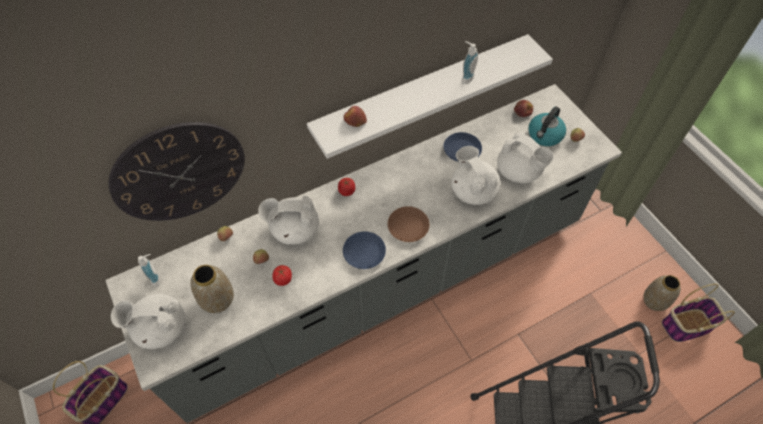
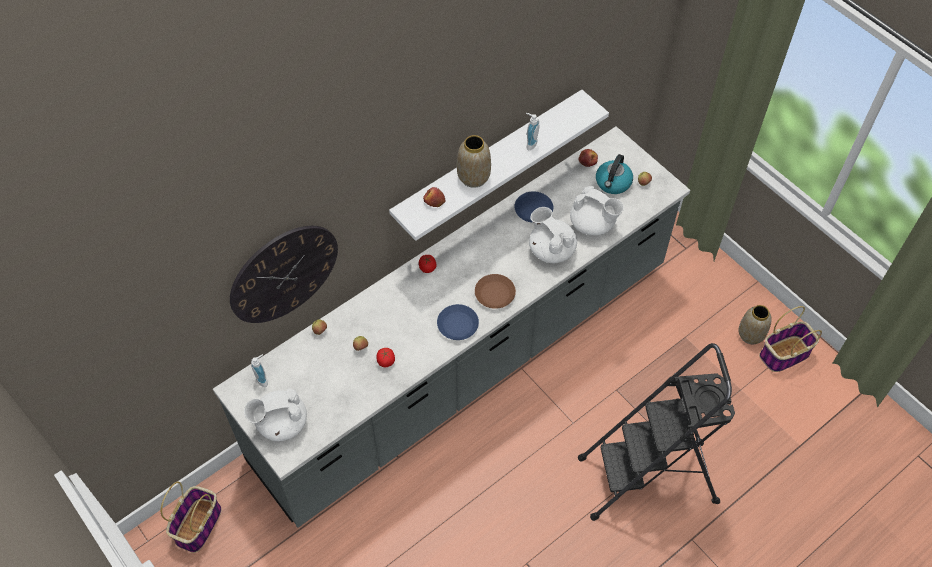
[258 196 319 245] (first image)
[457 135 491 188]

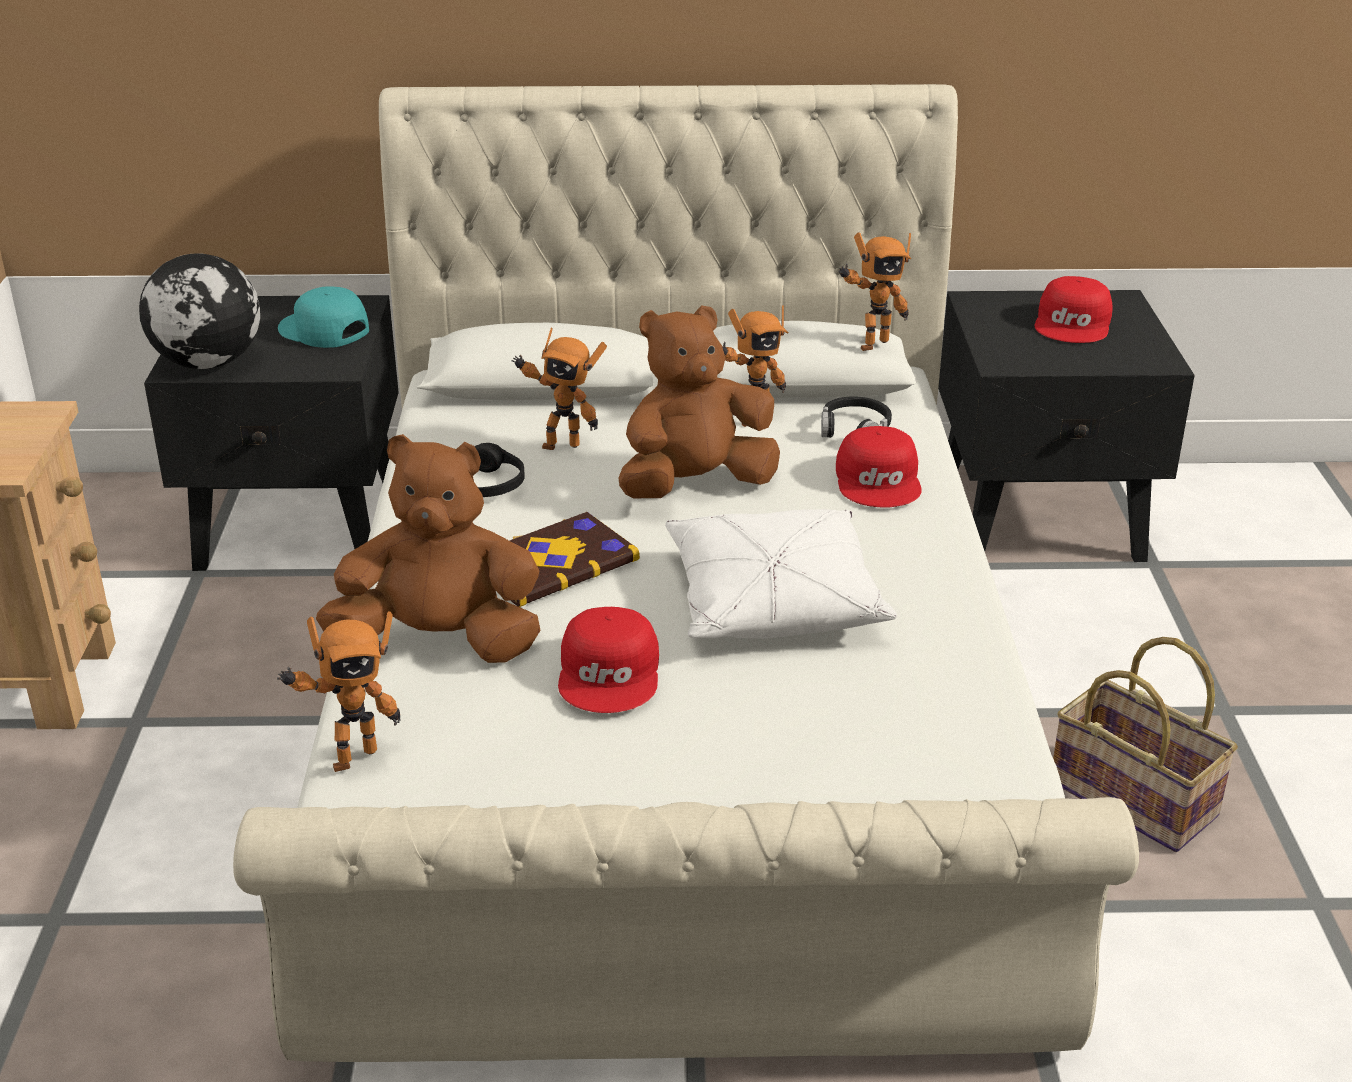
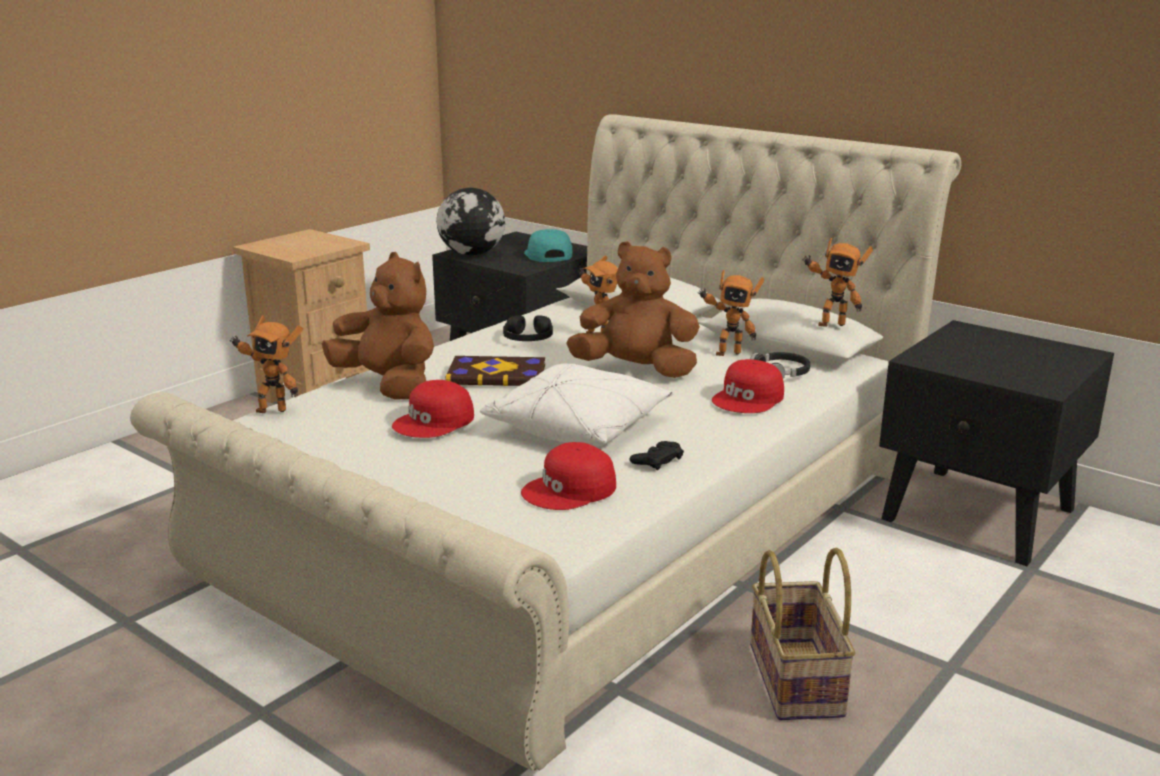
[521 442 616 510]
[629 441 684 470]

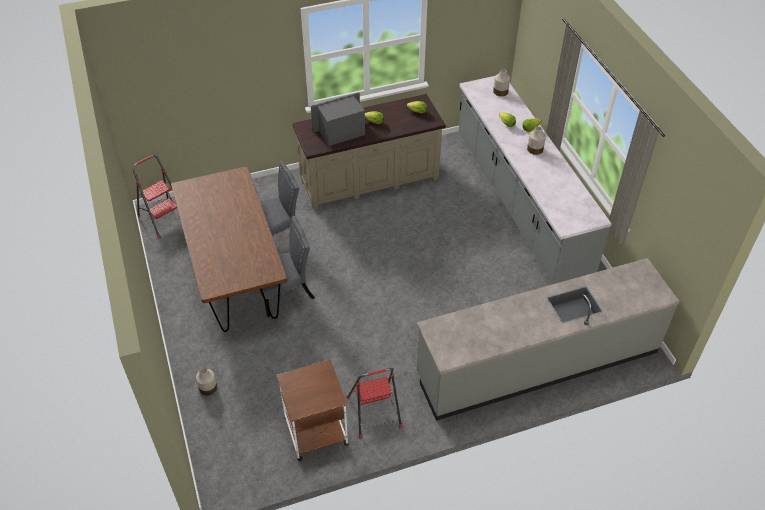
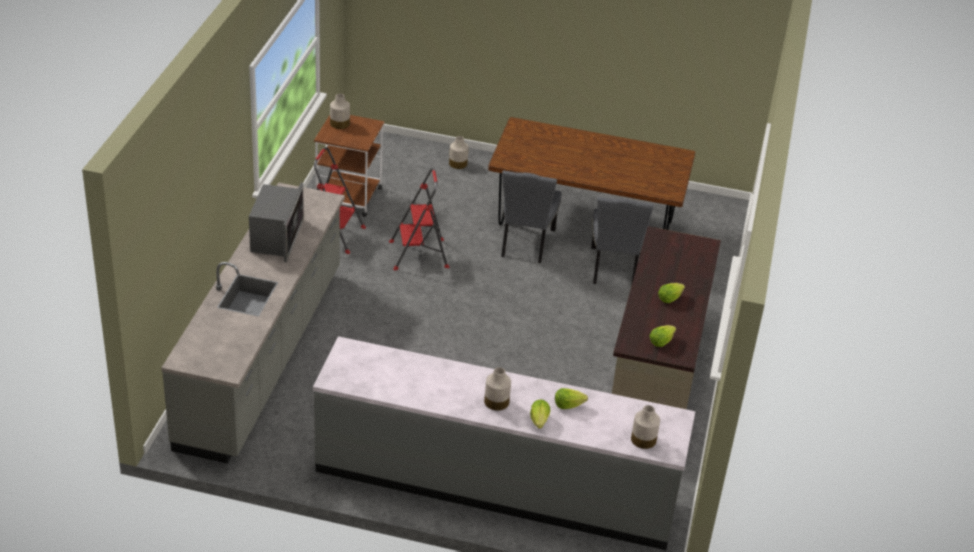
[249 183 304 262]
[389 168 449 270]
[330 94 350 129]

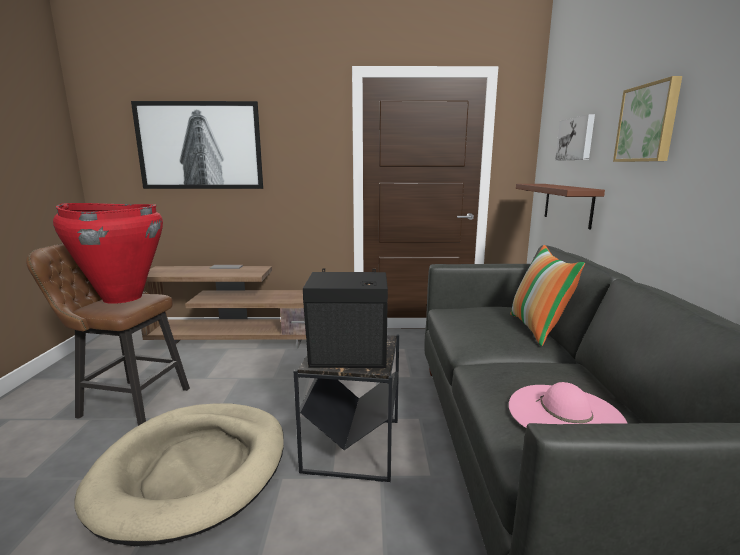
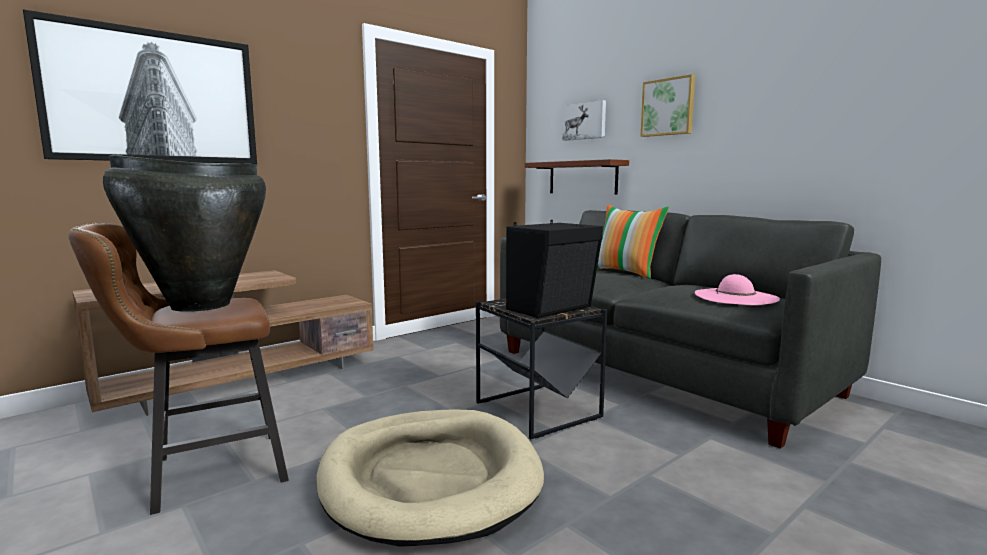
[103 154 266 312]

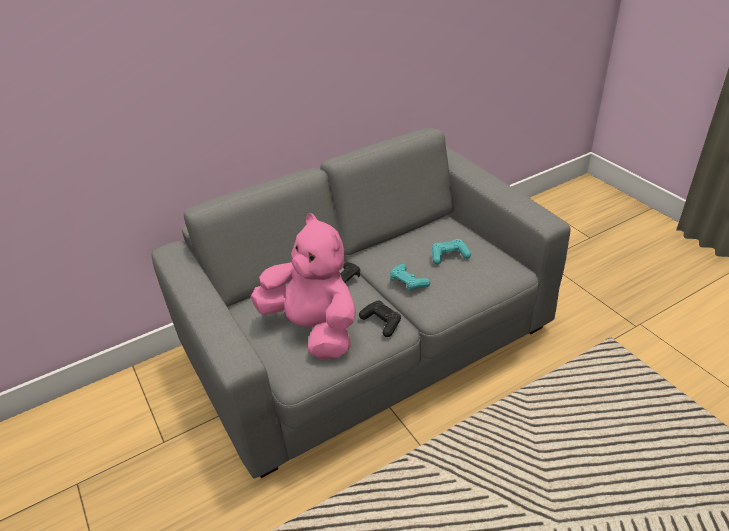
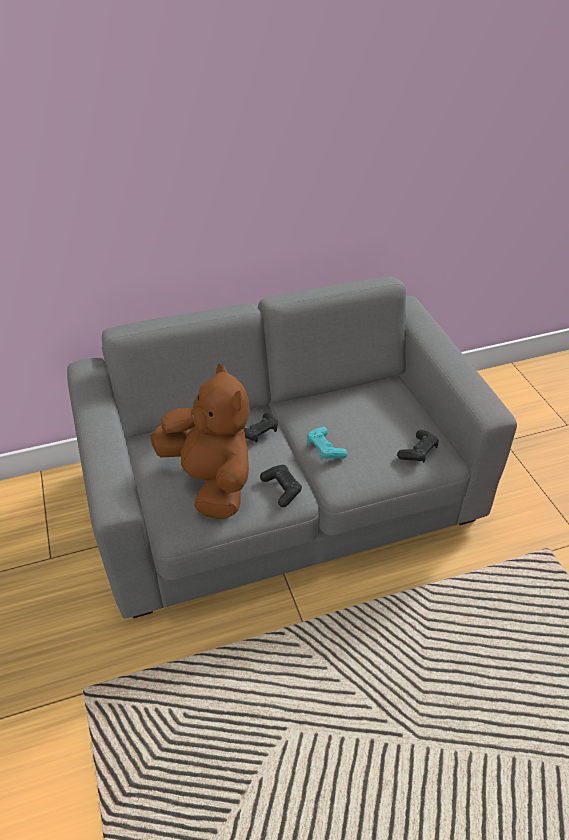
[150 364 250 519]
[432 239 471 265] (first image)
[397 430 439 463]

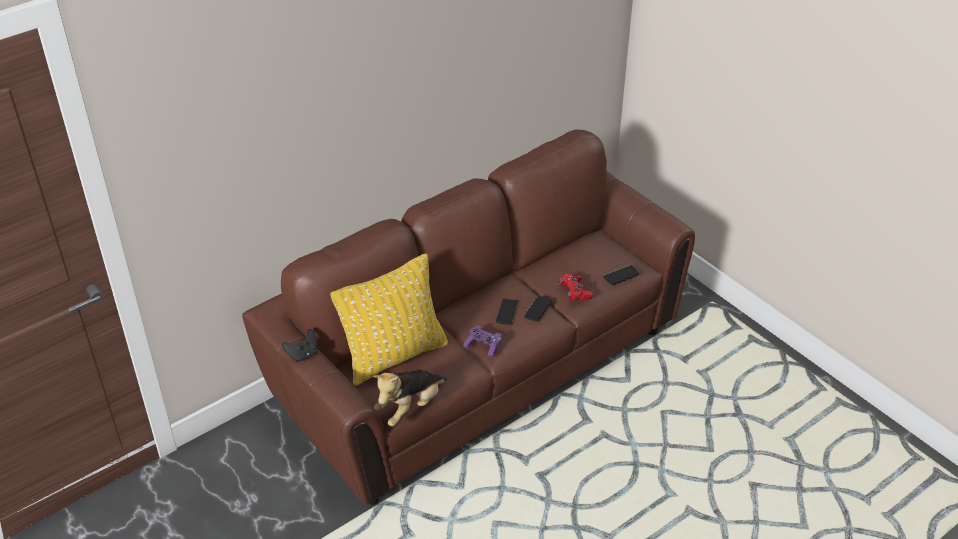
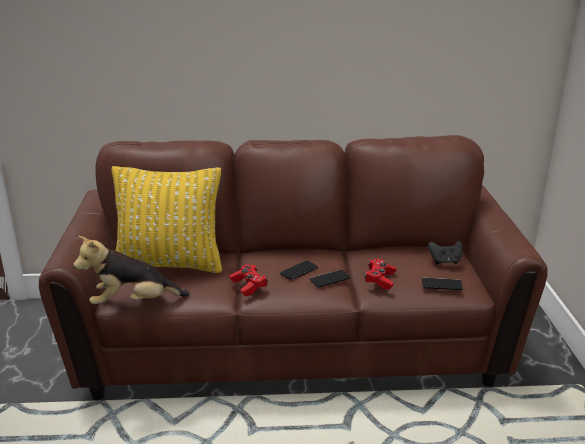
[229 264 268 296]
[428 241 463 265]

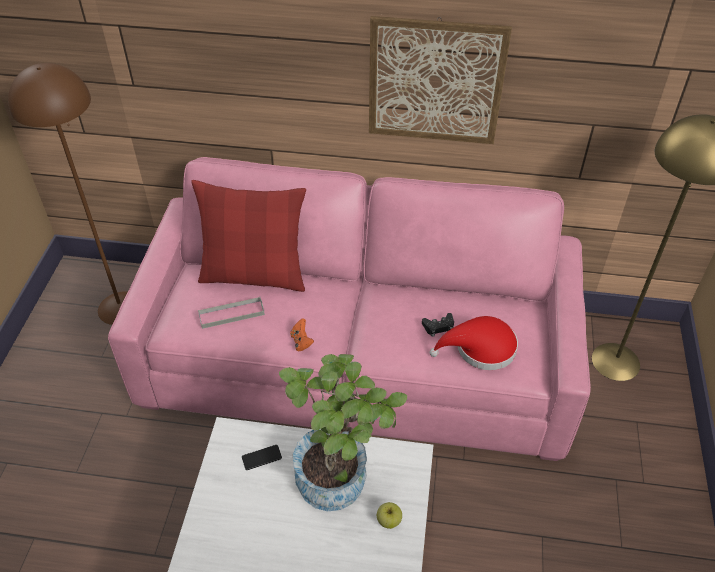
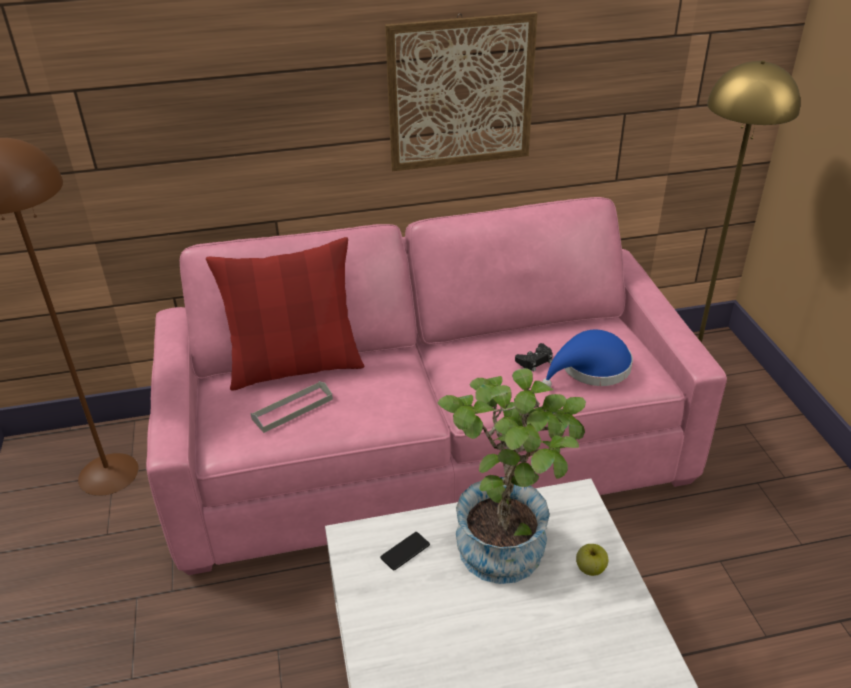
[542 330 633 387]
[290 319 314 351] (first image)

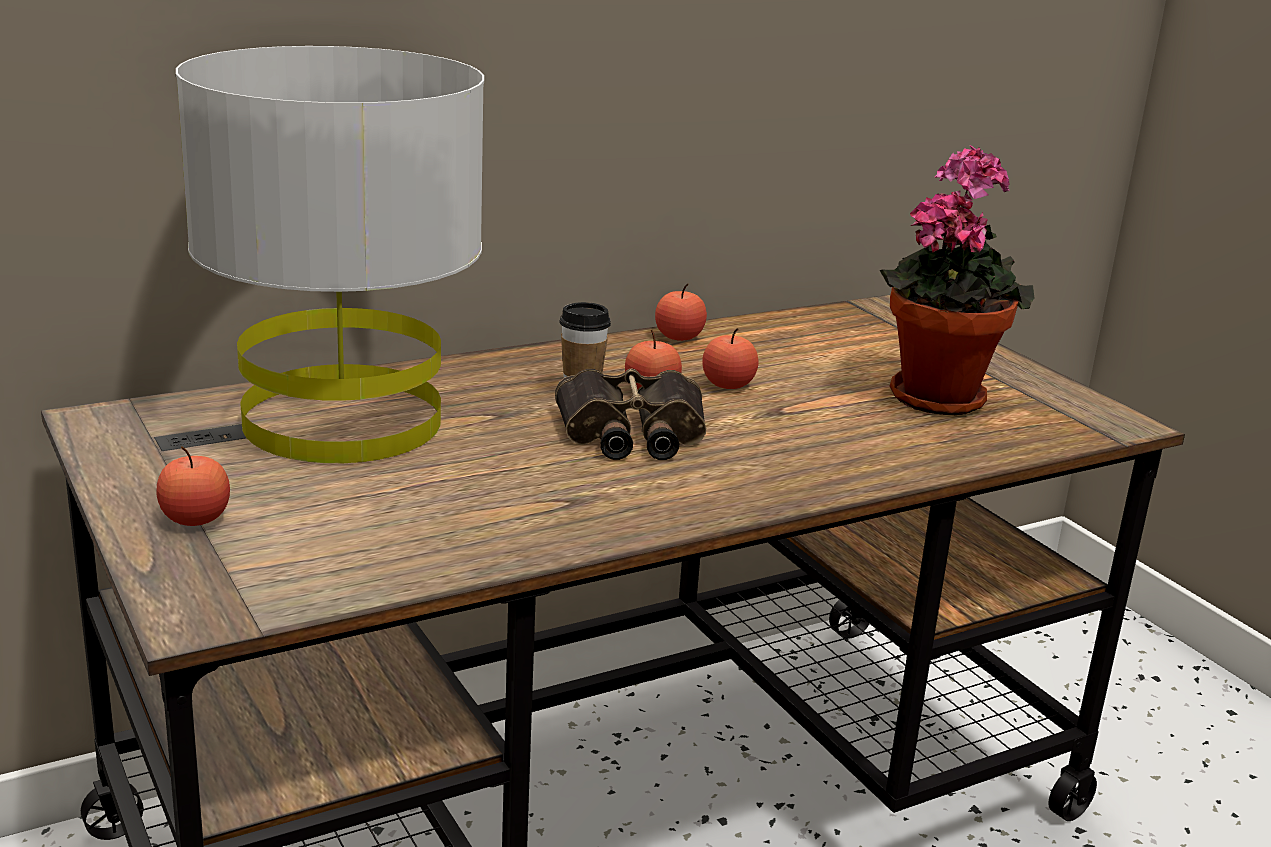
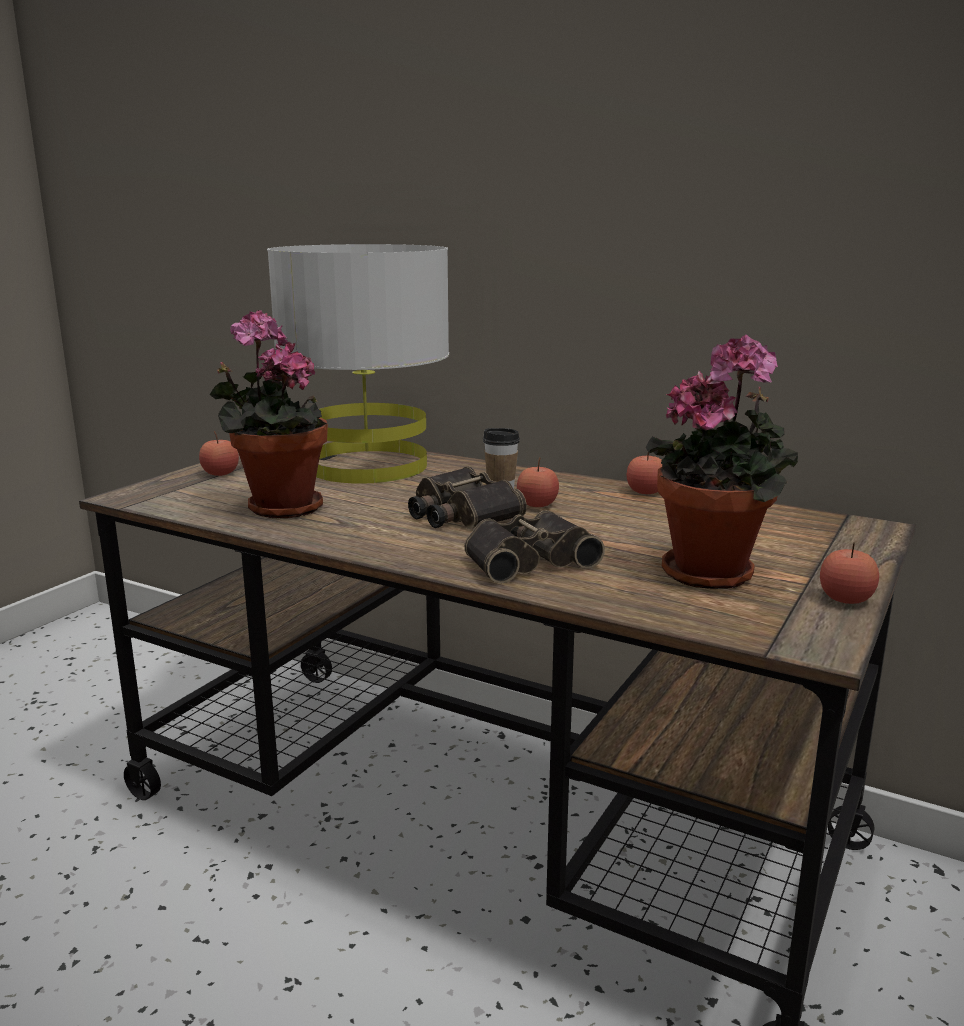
[820 542 879 604]
[209 310 328 518]
[464 510 605 584]

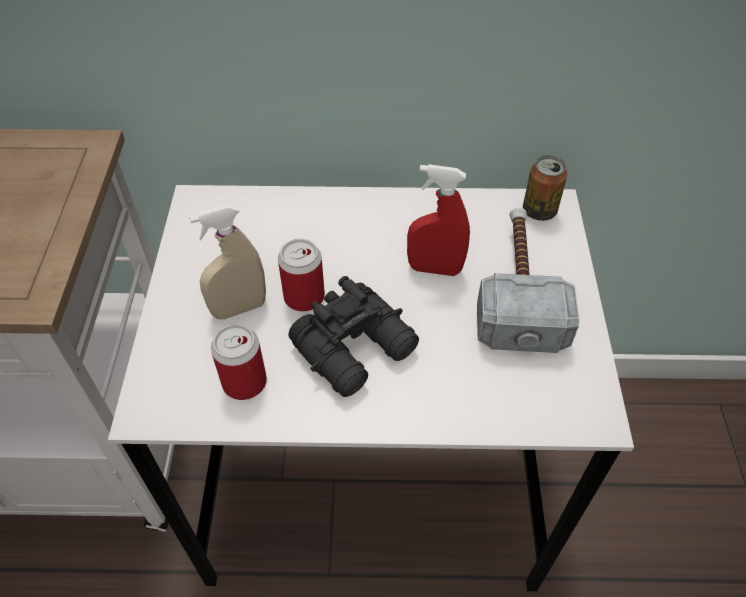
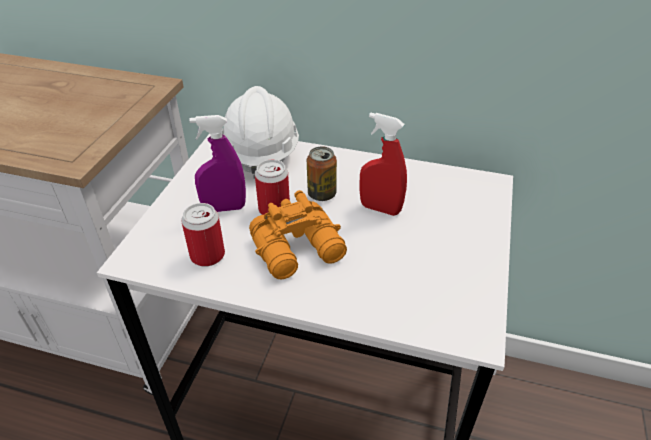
[307 147 337 201]
[190 115 246 212]
[477 208 580 353] (first image)
[249 190 347 280]
[222 86 299 179]

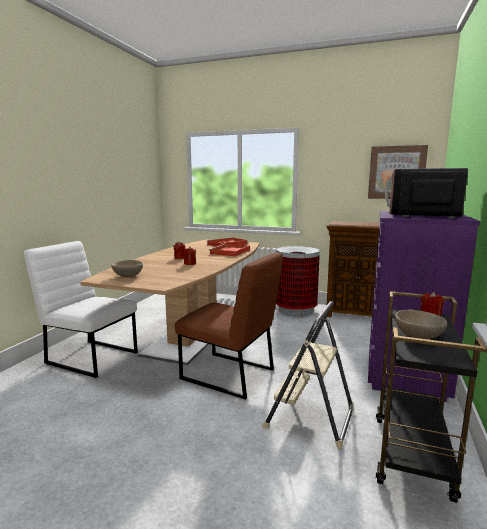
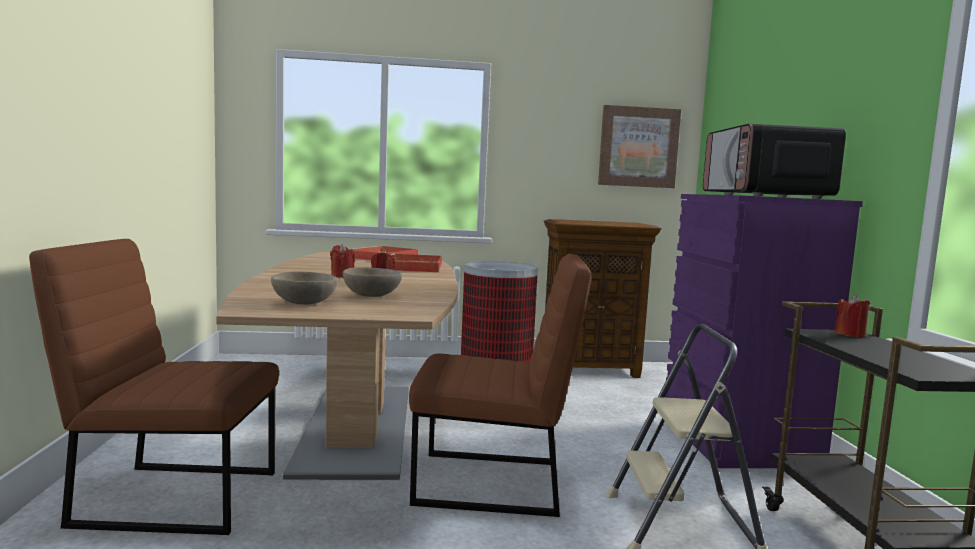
[29 239 279 535]
[343 267 402 297]

